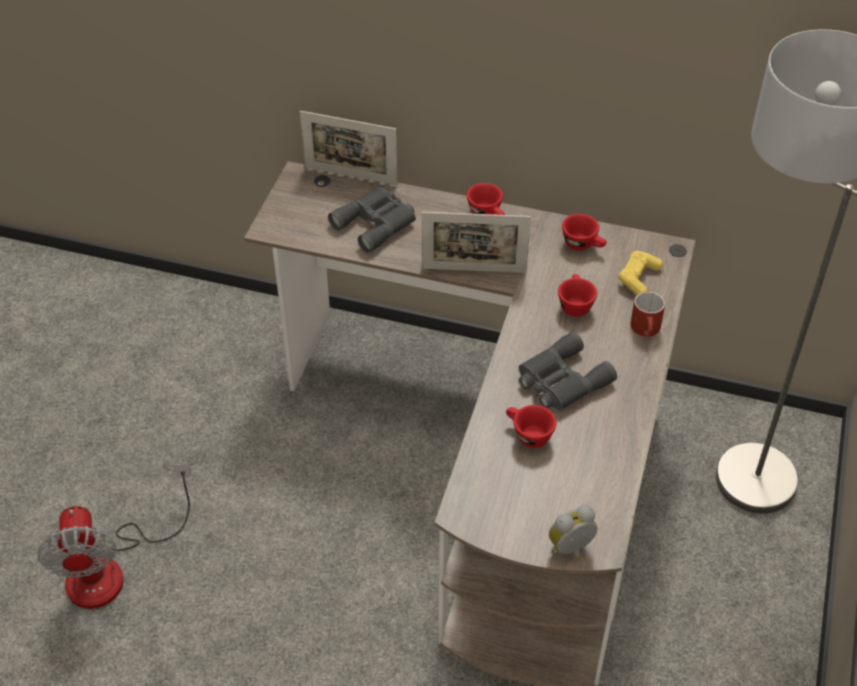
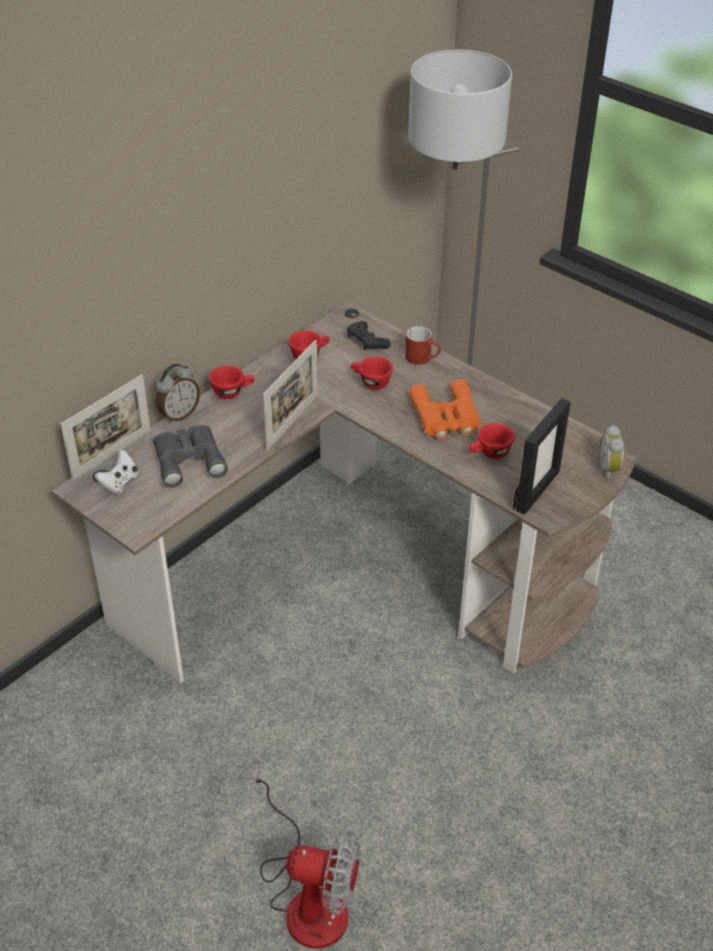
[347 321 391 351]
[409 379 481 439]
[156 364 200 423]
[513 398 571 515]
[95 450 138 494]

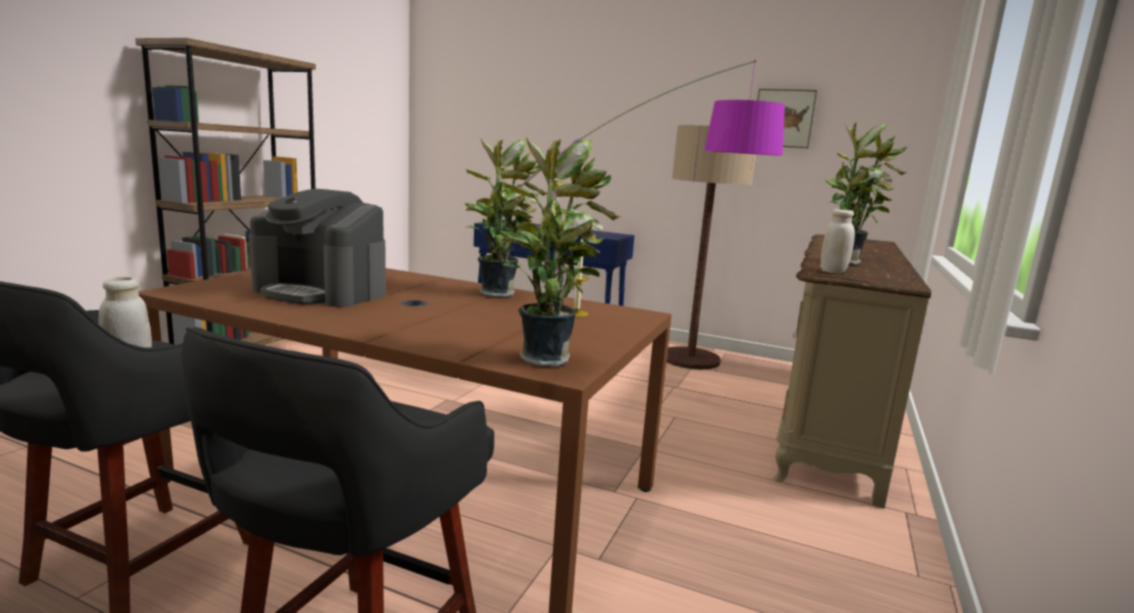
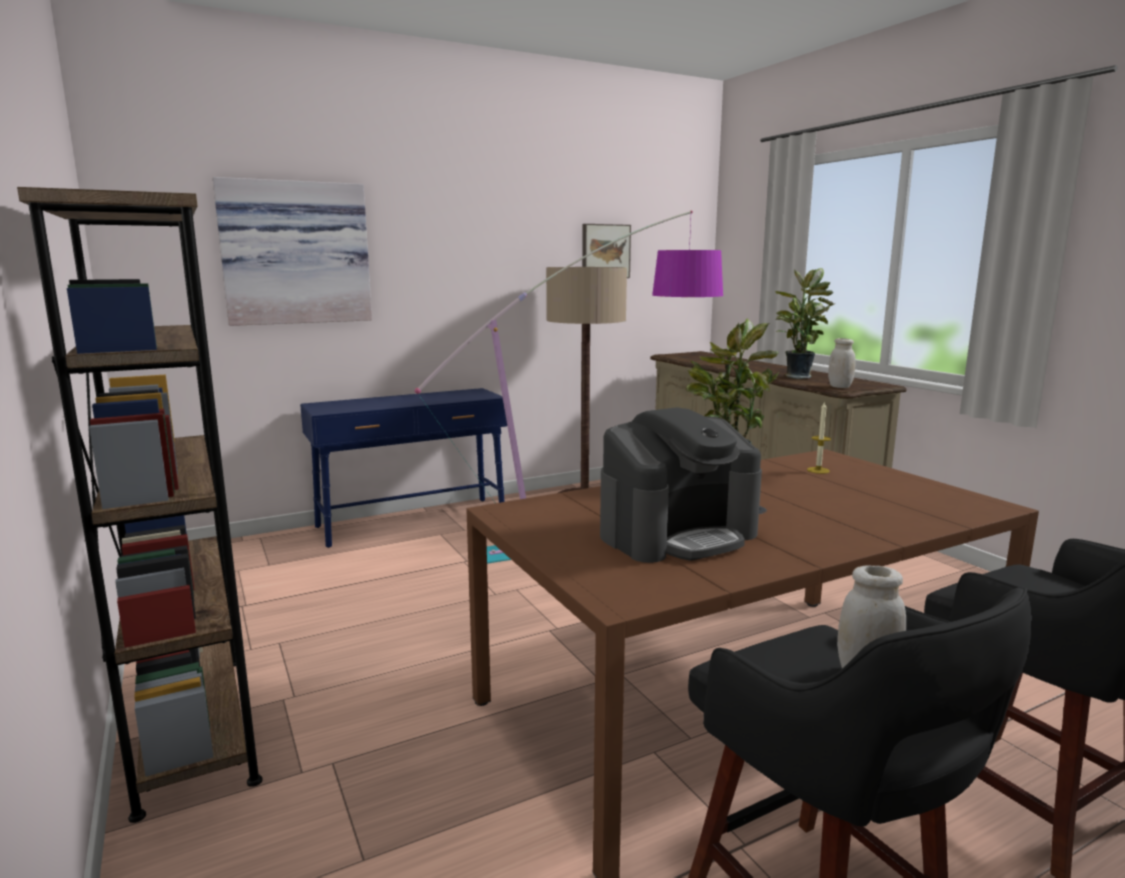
[501 137 621 366] (first image)
[213 177 372 326]

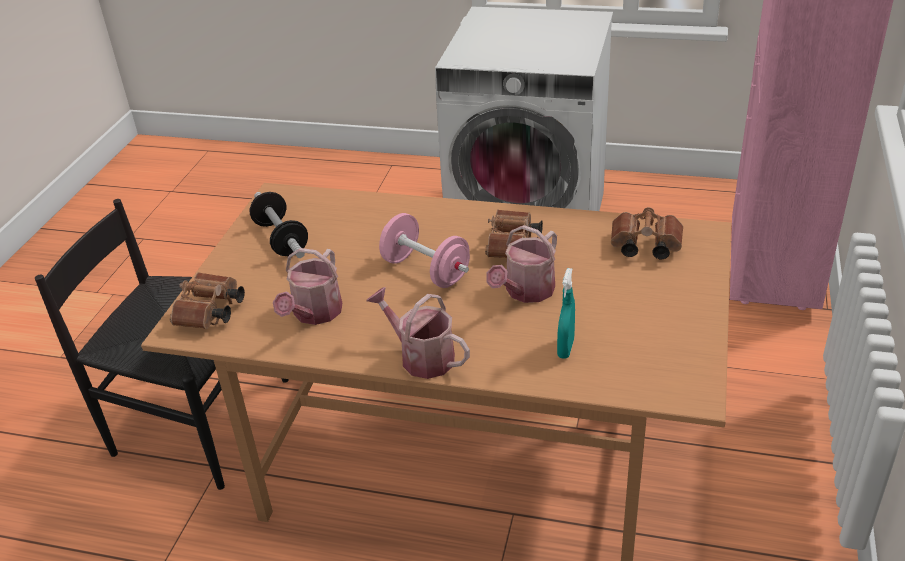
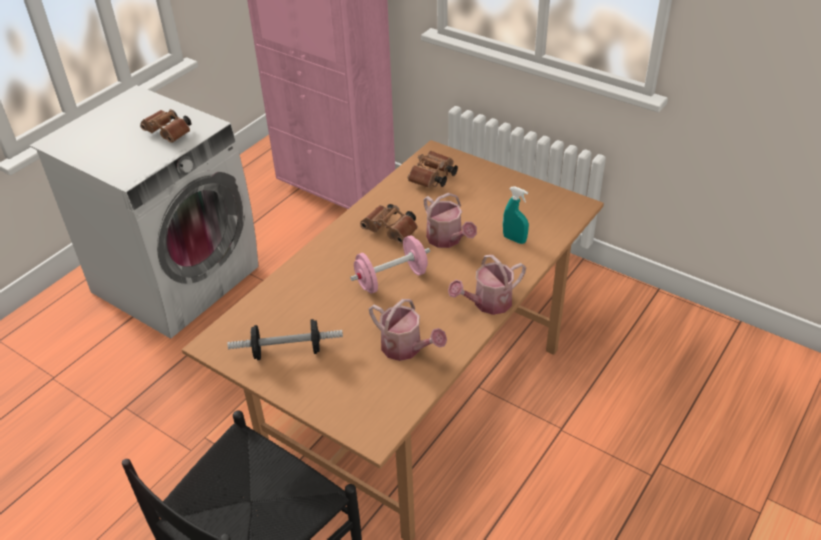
[140 109 191 143]

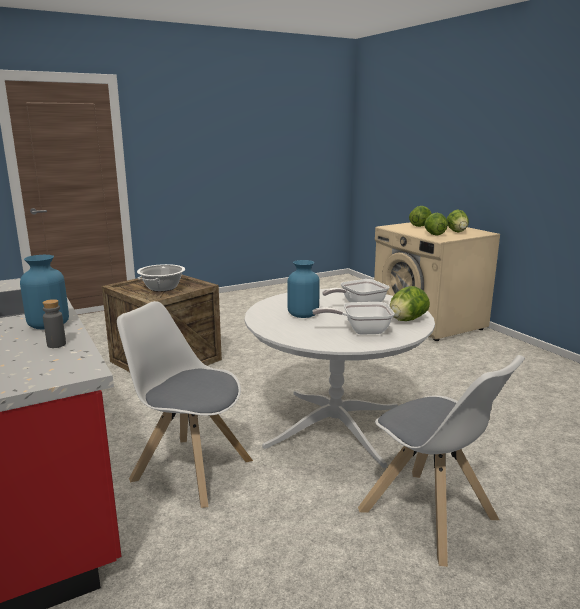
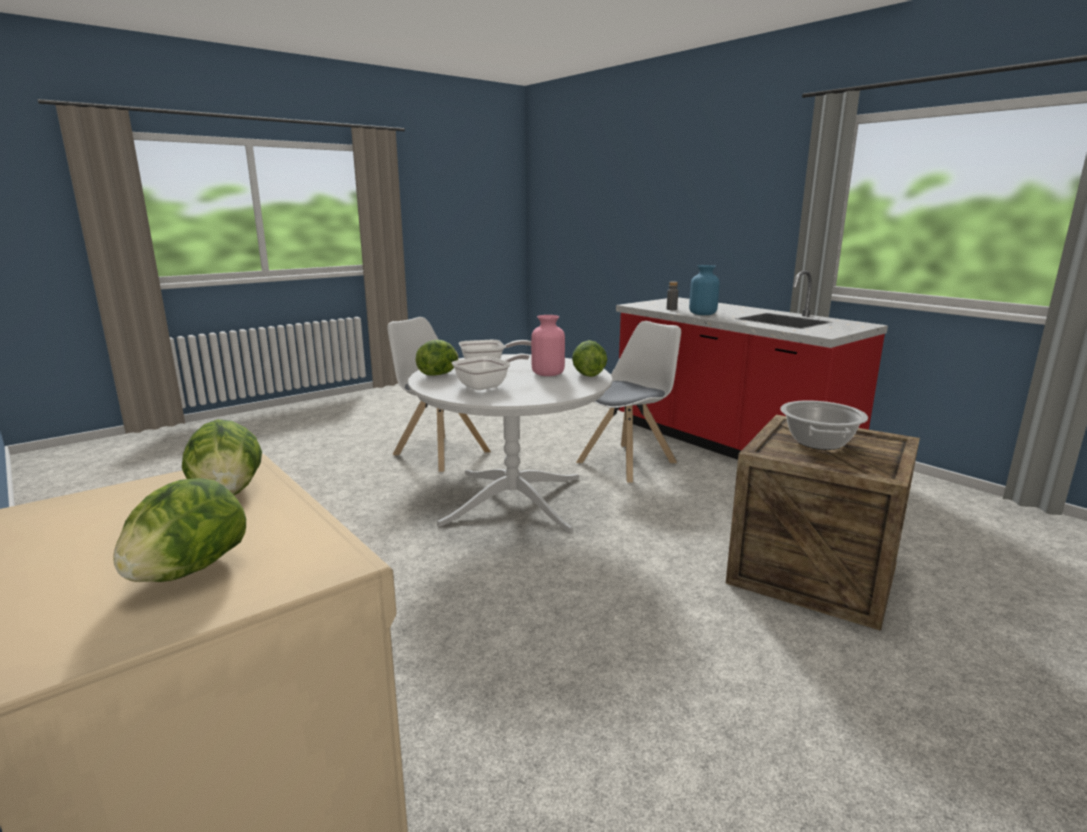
[572 340 607 377]
[531 315 565 376]
[576 321 681 483]

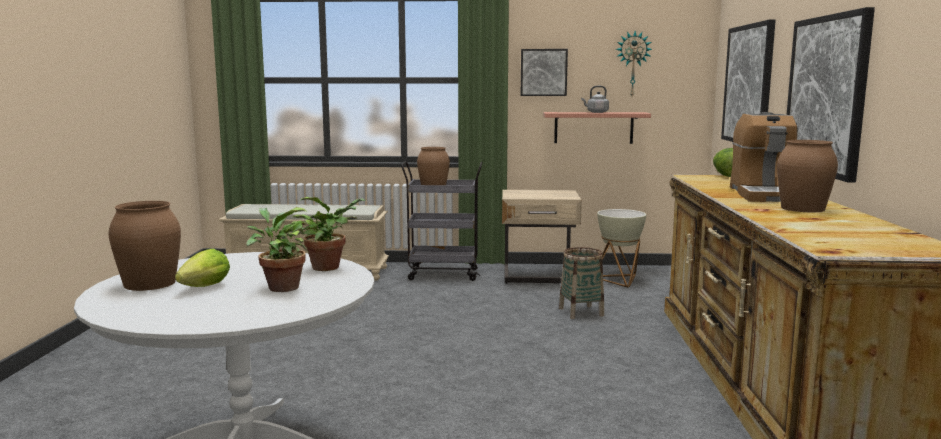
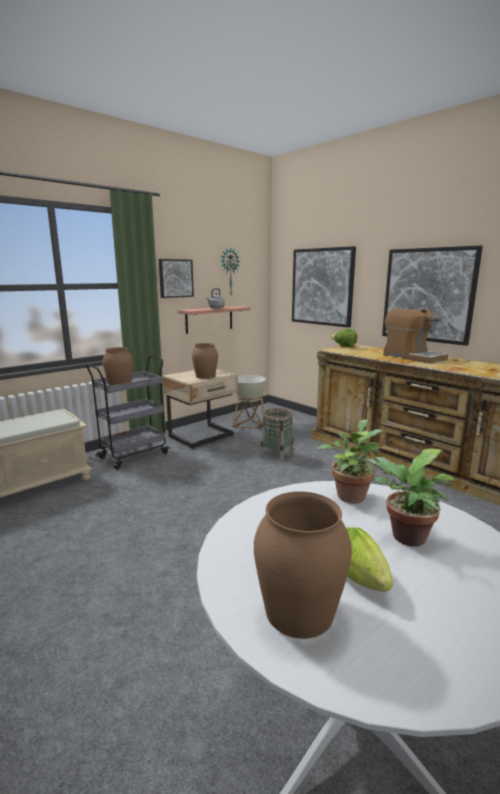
[192 343 218 379]

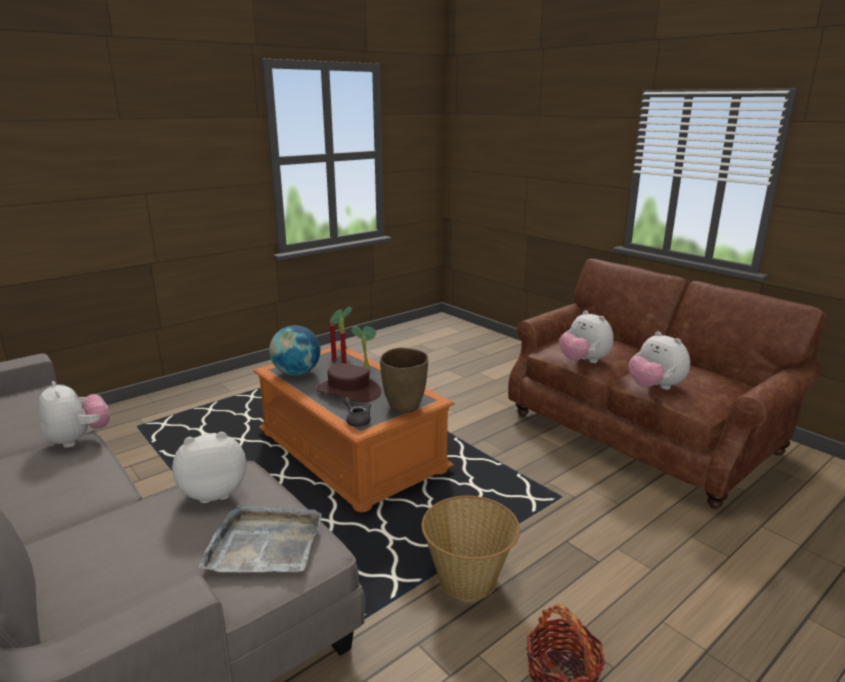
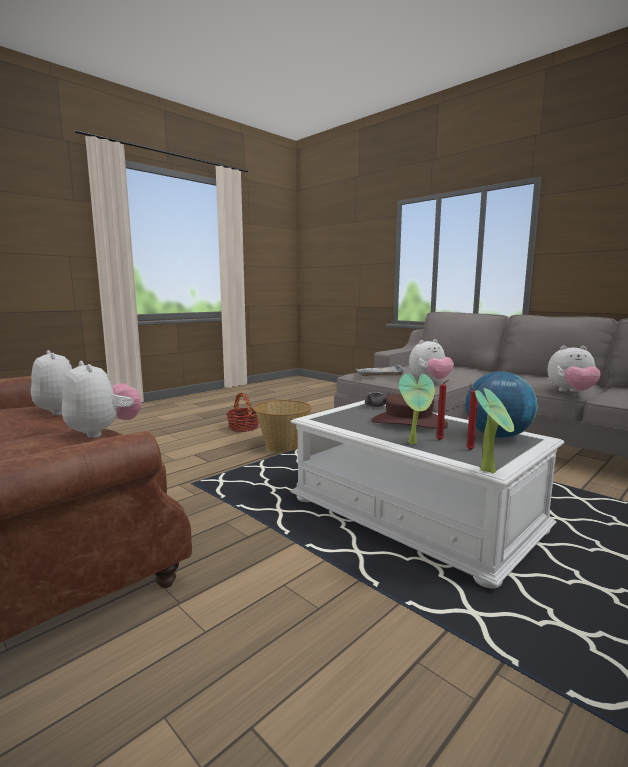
[290 400 565 588]
[380 348 428 413] (first image)
[547 346 601 392]

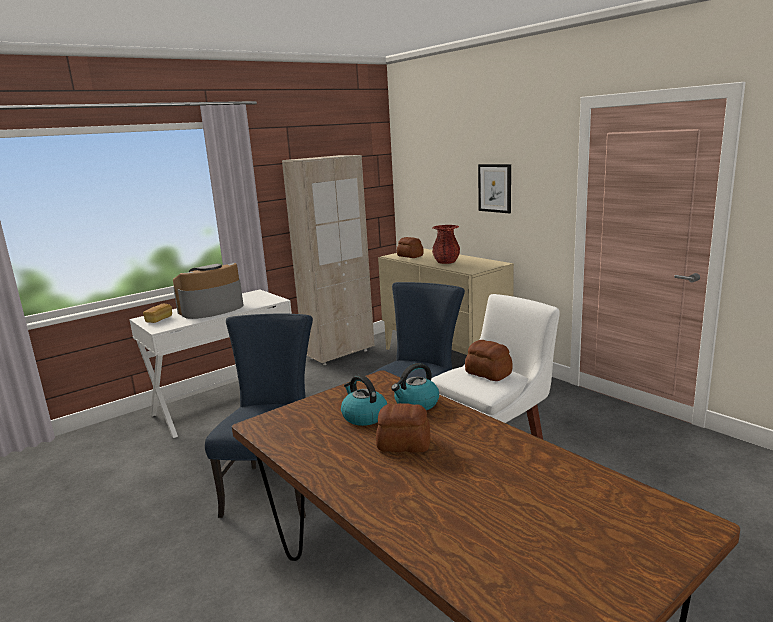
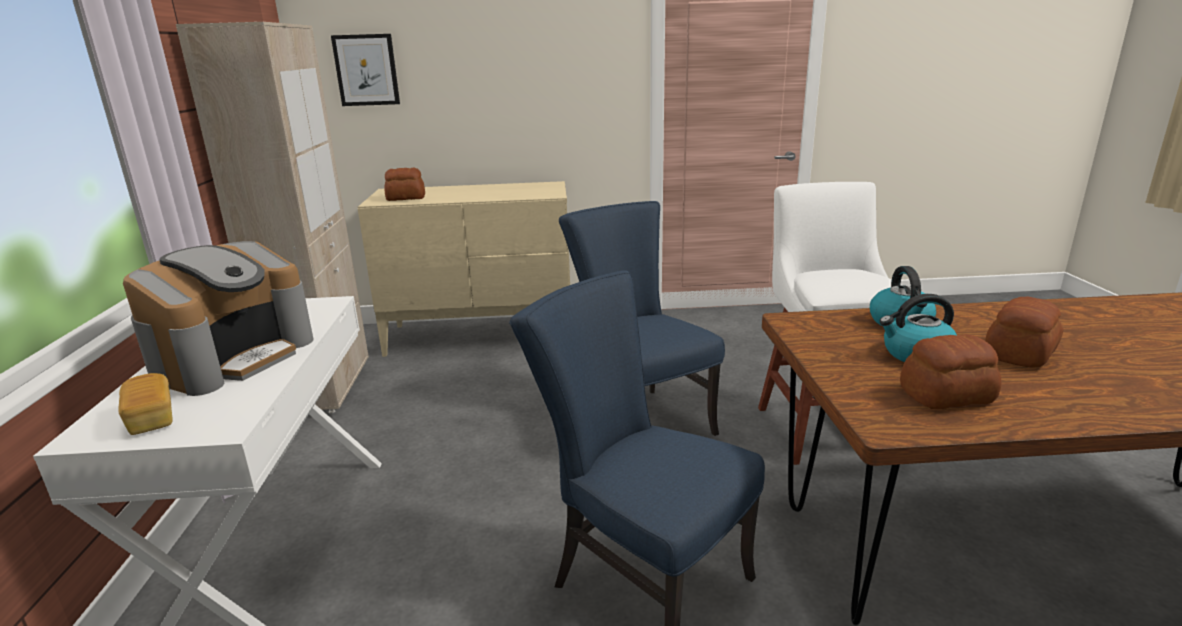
[331 34 400 106]
[432 225 460 264] (first image)
[123 241 314 396]
[900 334 1002 409]

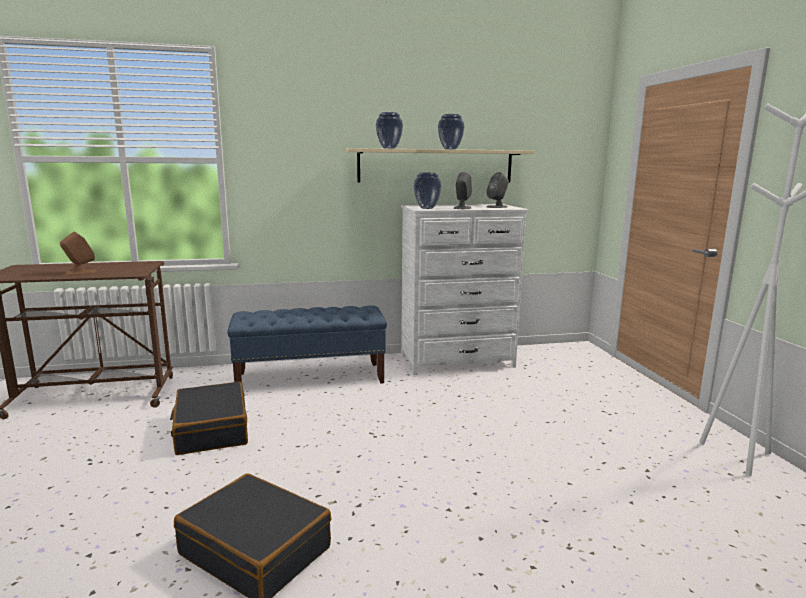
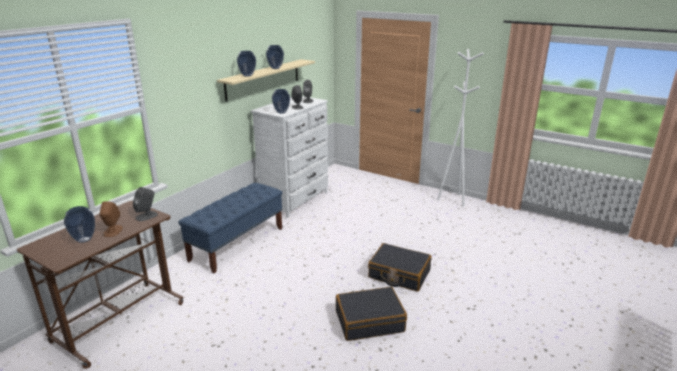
[368 243 432 292]
[133 187 158 221]
[64 206 95 243]

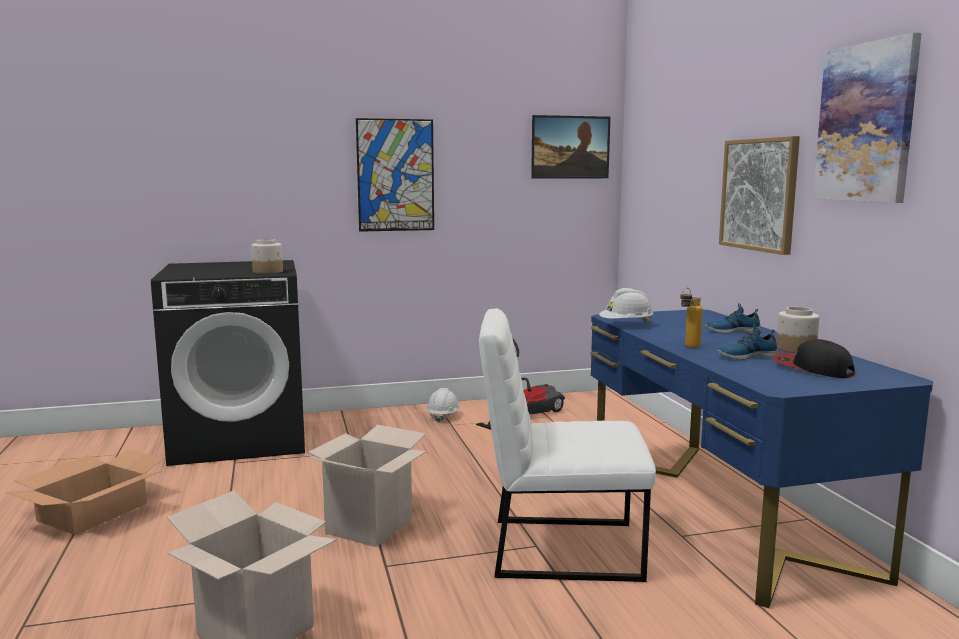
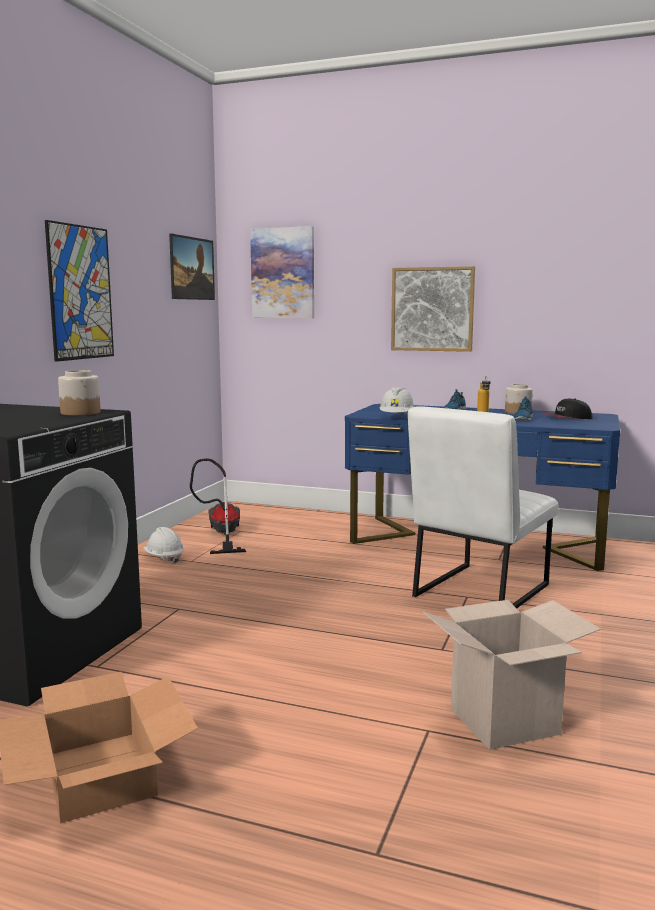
[250 226 314 318]
[302 425 426 547] (first image)

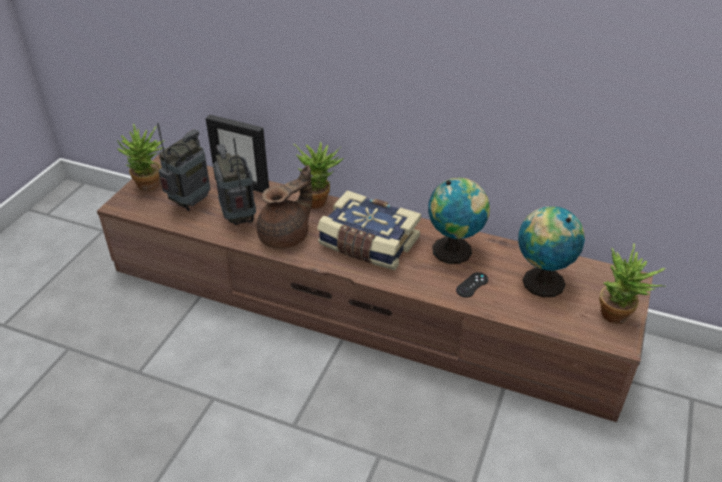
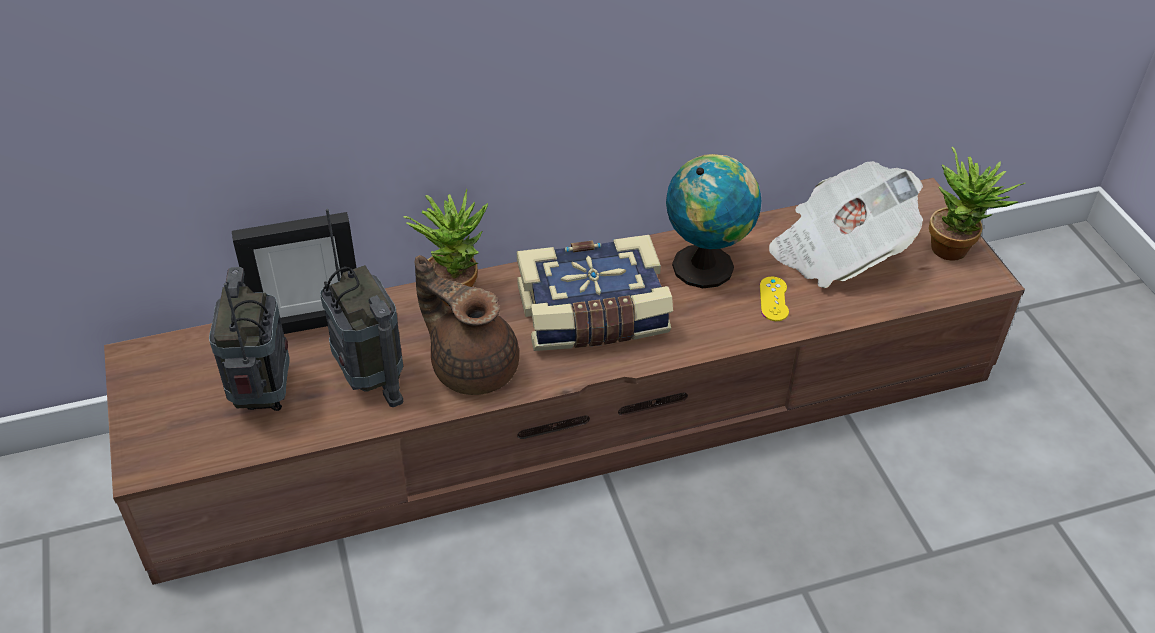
[117 124 164 191] (first image)
[320 209 403 407]
[415 255 519 395]
[769 161 923 288]
[760 277 789 321]

